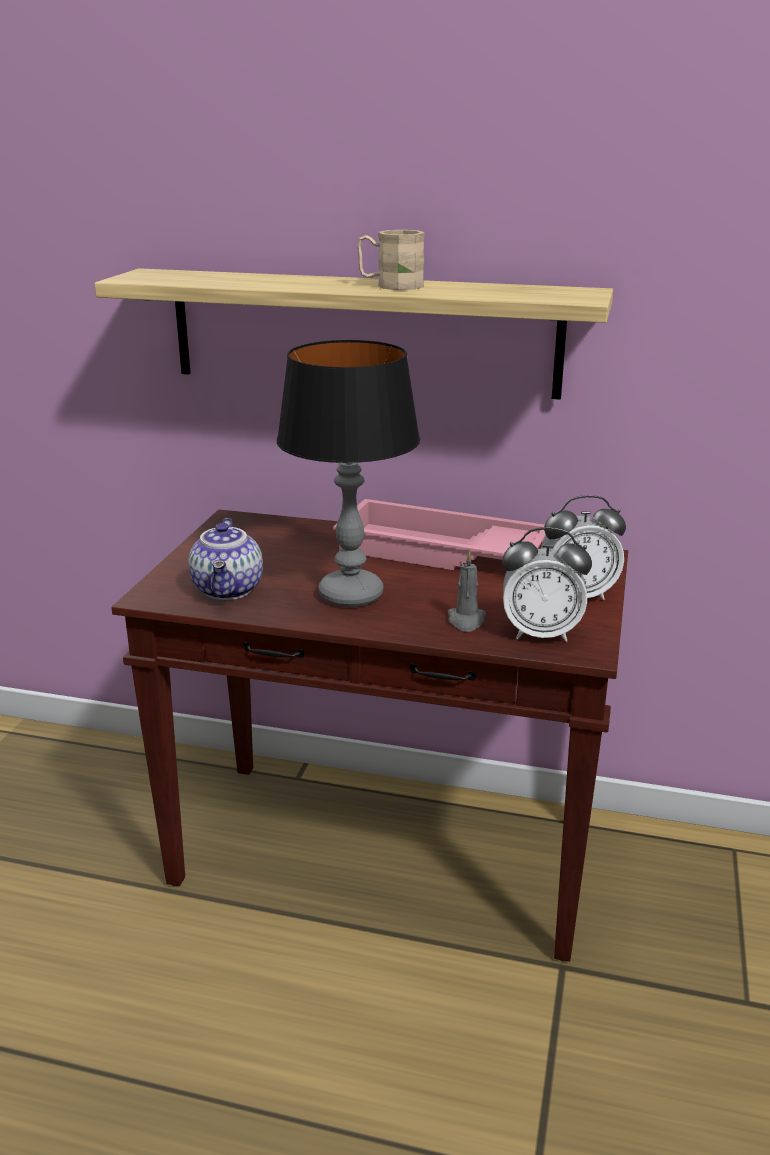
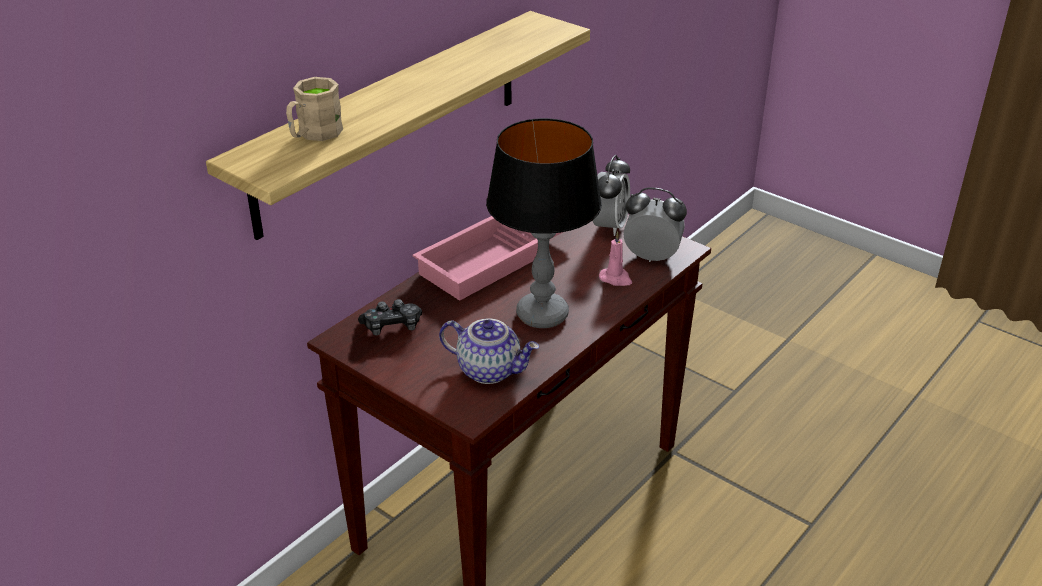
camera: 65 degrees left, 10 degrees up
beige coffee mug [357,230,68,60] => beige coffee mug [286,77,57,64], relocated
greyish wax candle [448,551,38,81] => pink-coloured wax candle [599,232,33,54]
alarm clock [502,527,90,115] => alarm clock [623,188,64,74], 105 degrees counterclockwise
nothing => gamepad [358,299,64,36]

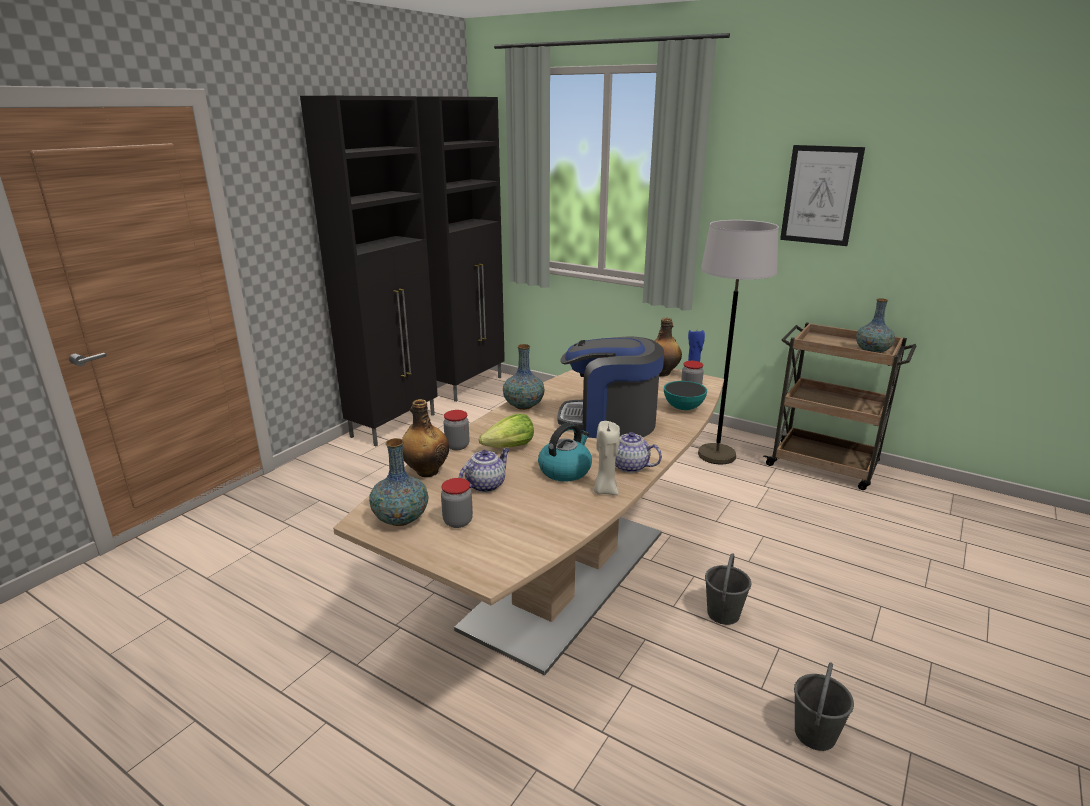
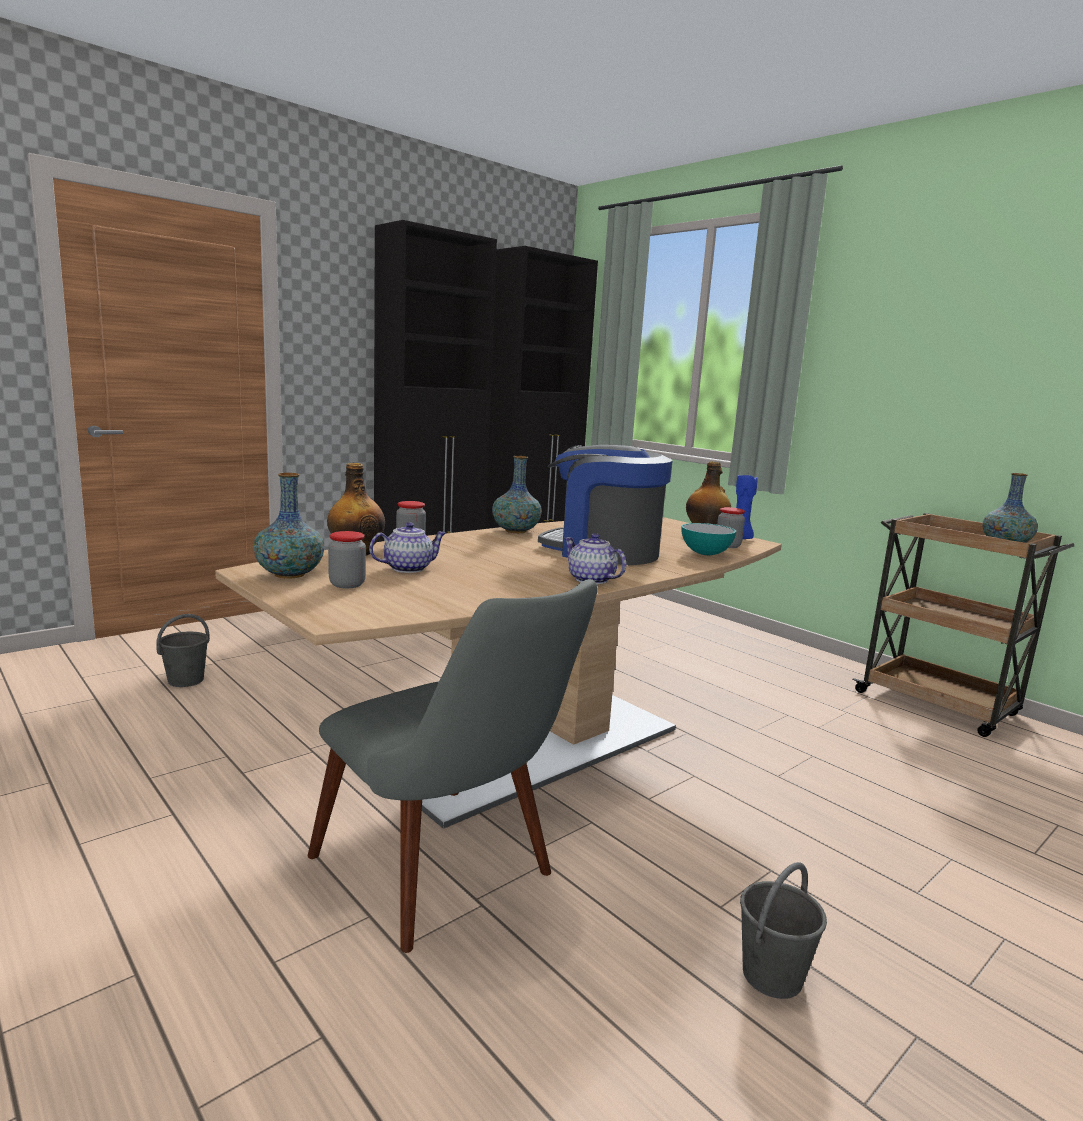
camera: 15 degrees right, 10 degrees down
lettuce head [479,414,55,34] => nothing
kettle [538,423,54,59] => nothing
beige wax candle [594,421,26,74] => nothing
greyish floor lamp [698,220,81,244] => nothing
greyish water bucket [705,553,46,72] => greyish water bucket [156,614,54,73], relocated
picture [780,145,85,101] => nothing
nothing => greyish upright chair [308,579,289,374]

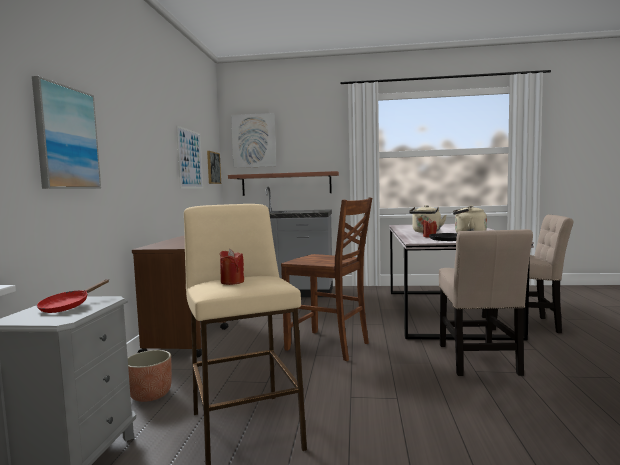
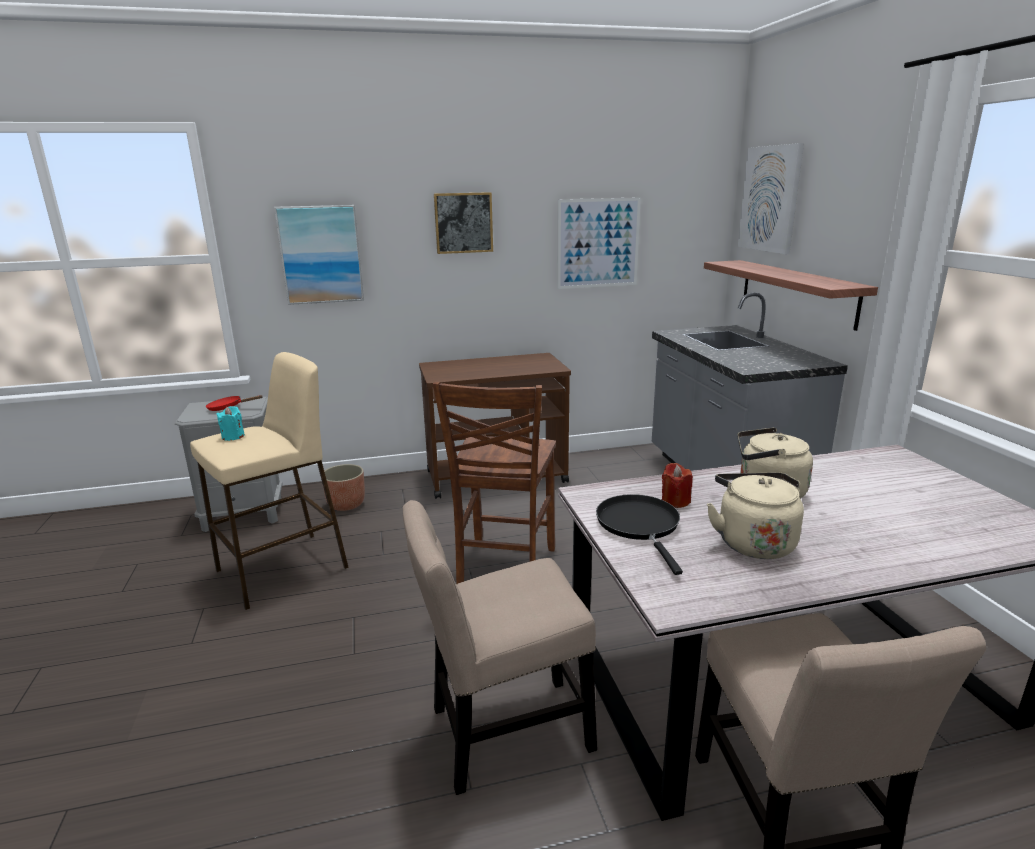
camera: 70 degrees right, 15 degrees up
picture [207,151,14,33] => picture [434,192,59,62], relocated
red-coloured wax candle [220,249,24,36] => turquoise-coloured wax candle [217,406,28,35]

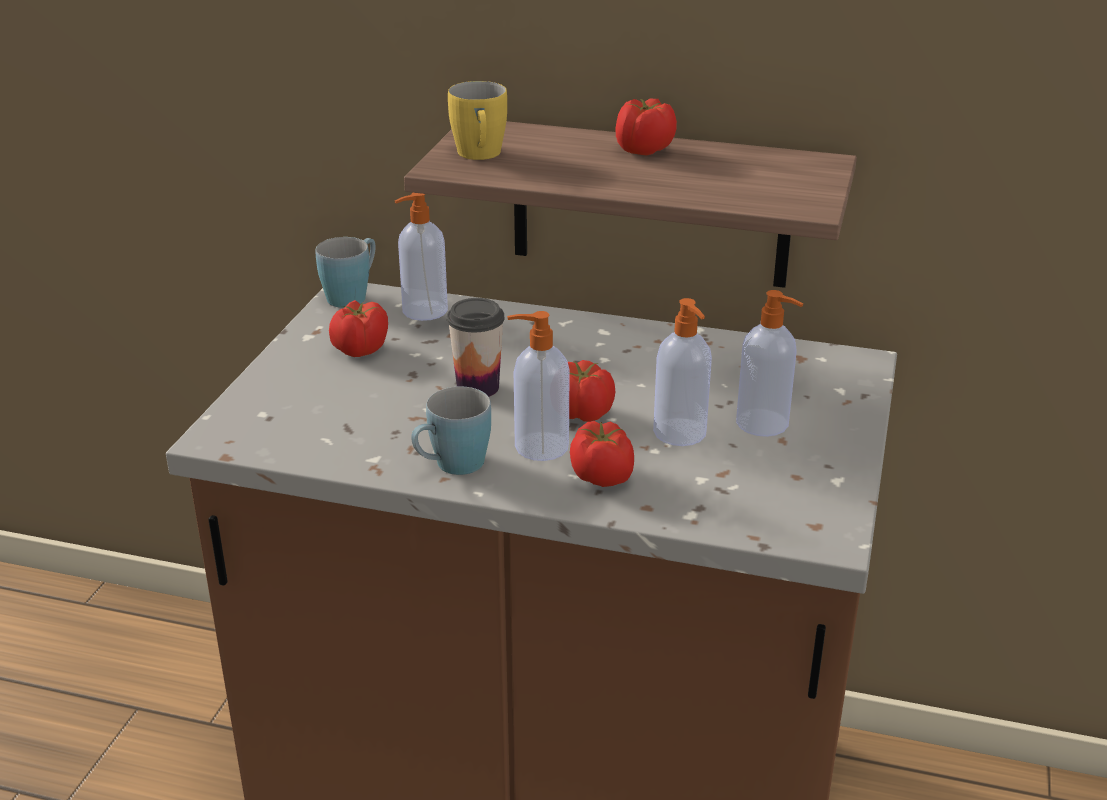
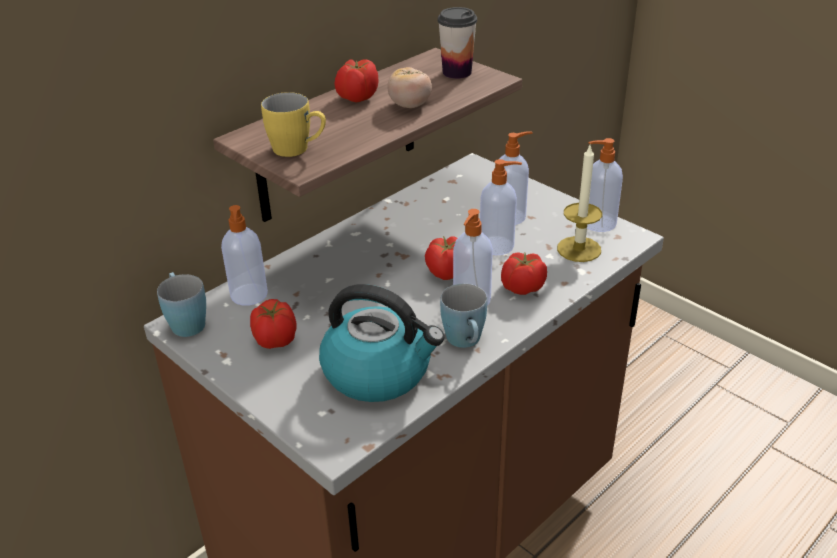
camera: 60 degrees left, 5 degrees up
cup [447,298,58,99] => cup [438,7,39,72], relocated
nothing => kettle [319,284,125,118]
nothing => whole tomato [387,67,45,41]
nothing => wax candle [557,143,45,119]
nothing => liquid soap bottle [587,138,36,94]

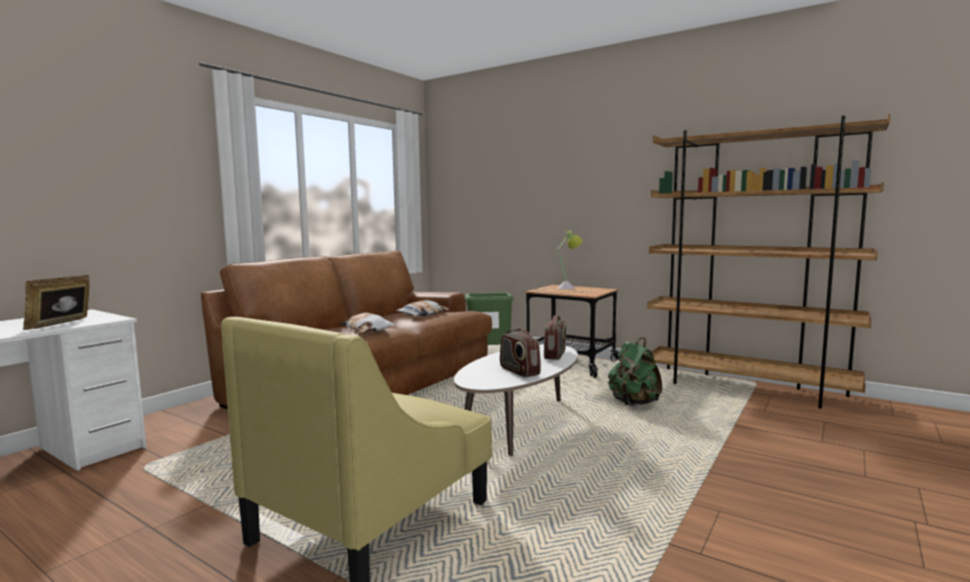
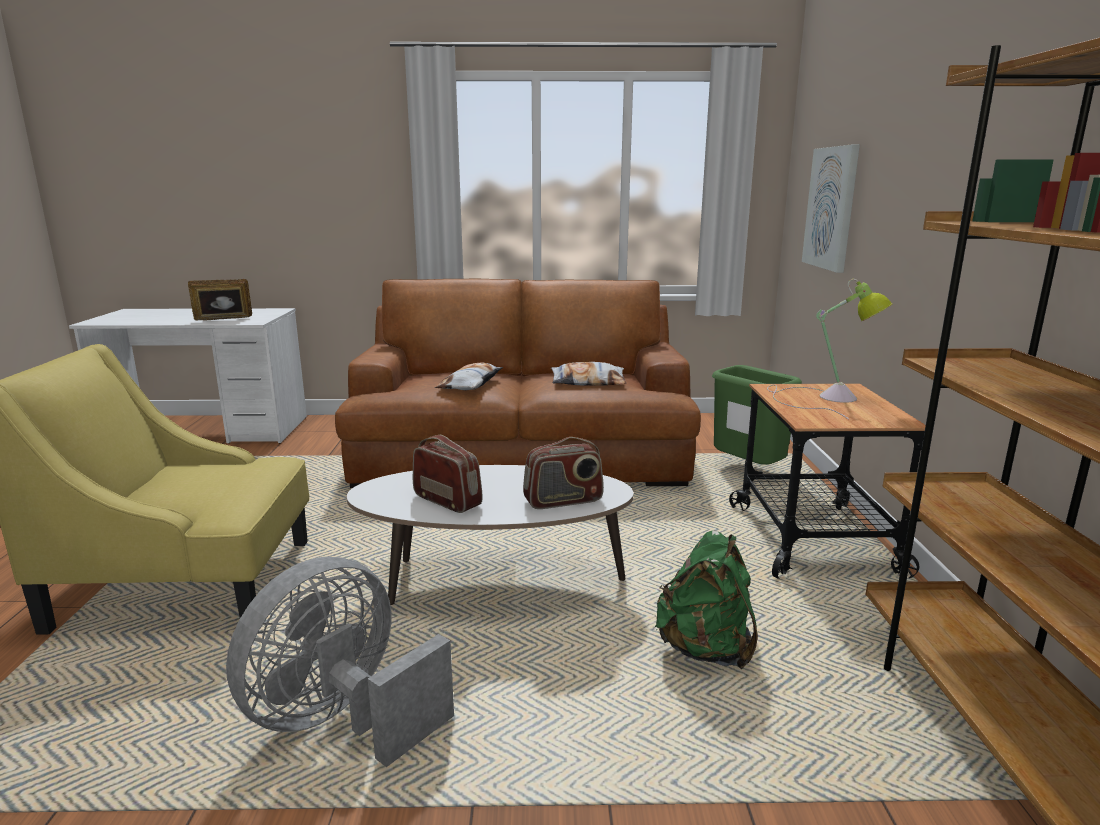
camera: 55 degrees right, 10 degrees up
radio receiver [500,328,41,49] => radio receiver [413,435,70,78], 105 degrees clockwise
nothing => greyish cooling fan [226,557,228,210]
nothing => picture [802,144,58,129]

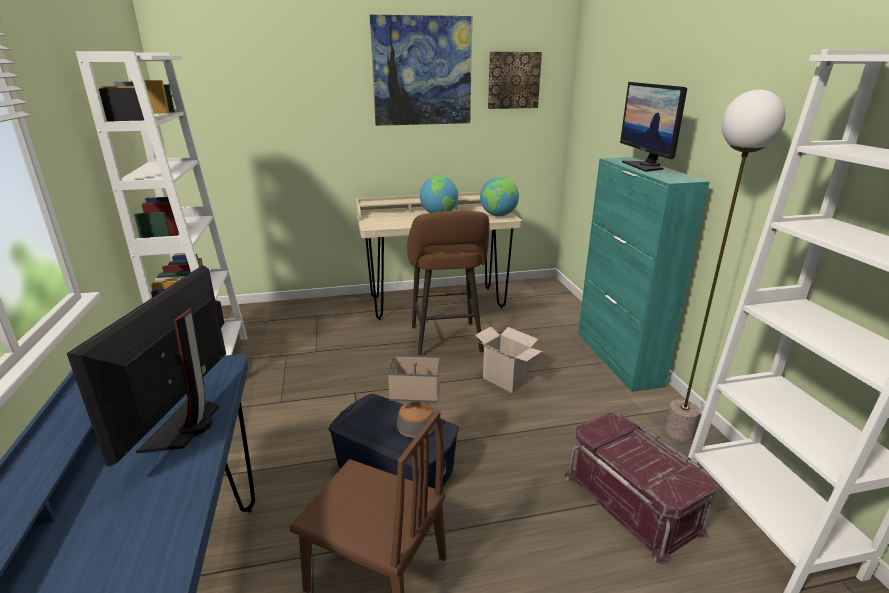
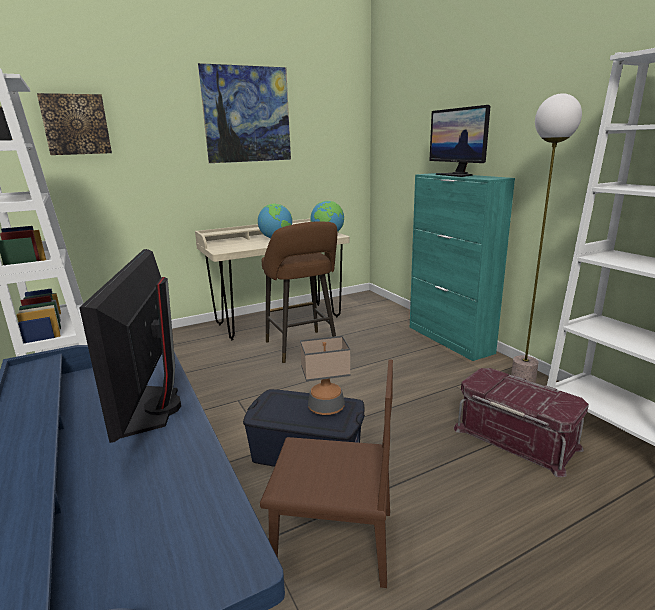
camera: 15 degrees left, 5 degrees down
cardboard box [475,327,67,66] => nothing
picture [488,52,54,57] => picture [37,93,75,62], relocated

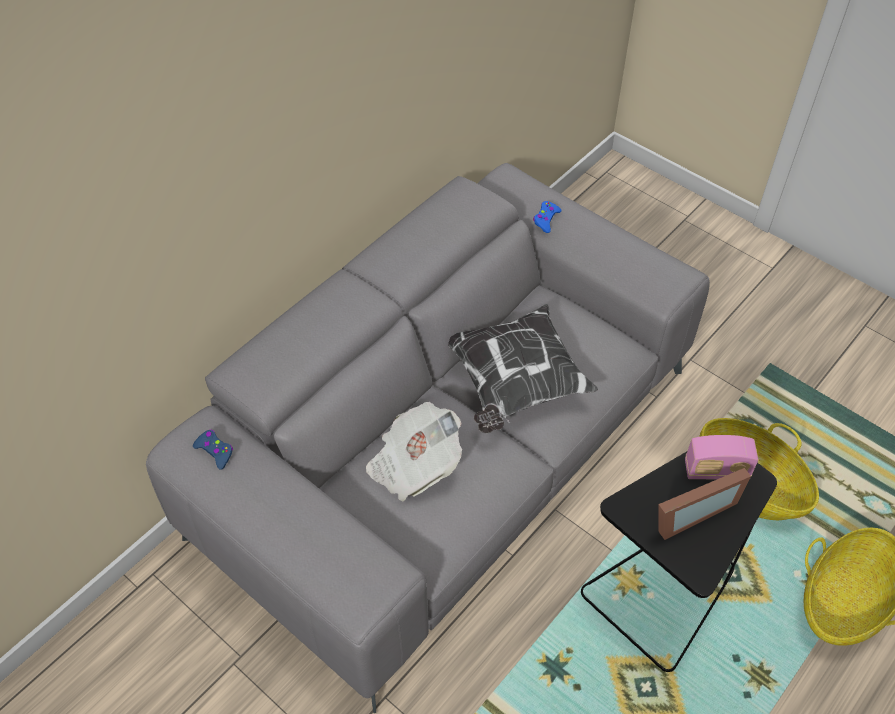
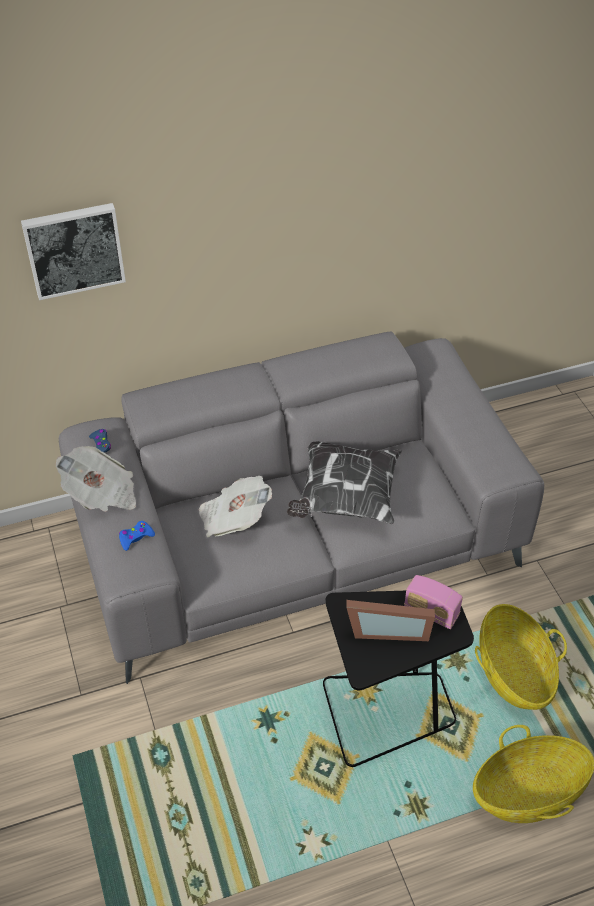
camera: 30 degrees right, 5 degrees down
blue gamepad [533,201,29,32] => blue gamepad [119,521,36,30], relocated
nothing => picture [21,203,105,97]
nothing => printed paper [55,446,81,66]

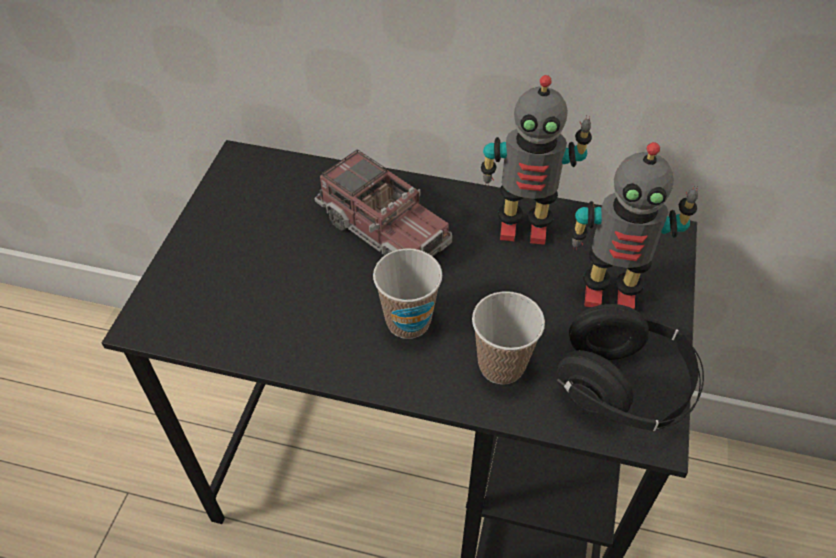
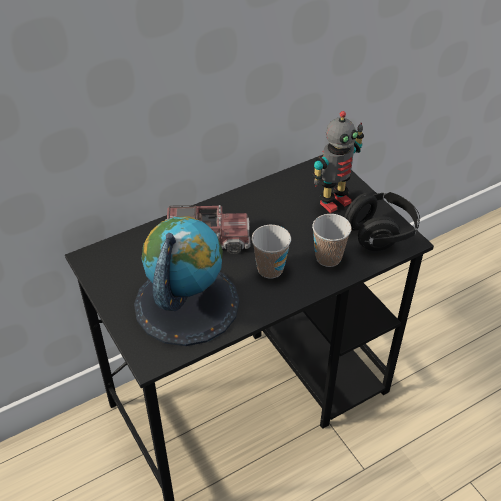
camera: 45 degrees left, 5 degrees down
robot figure [481,75,111,170] => nothing
nothing => world globe [134,217,105,129]

